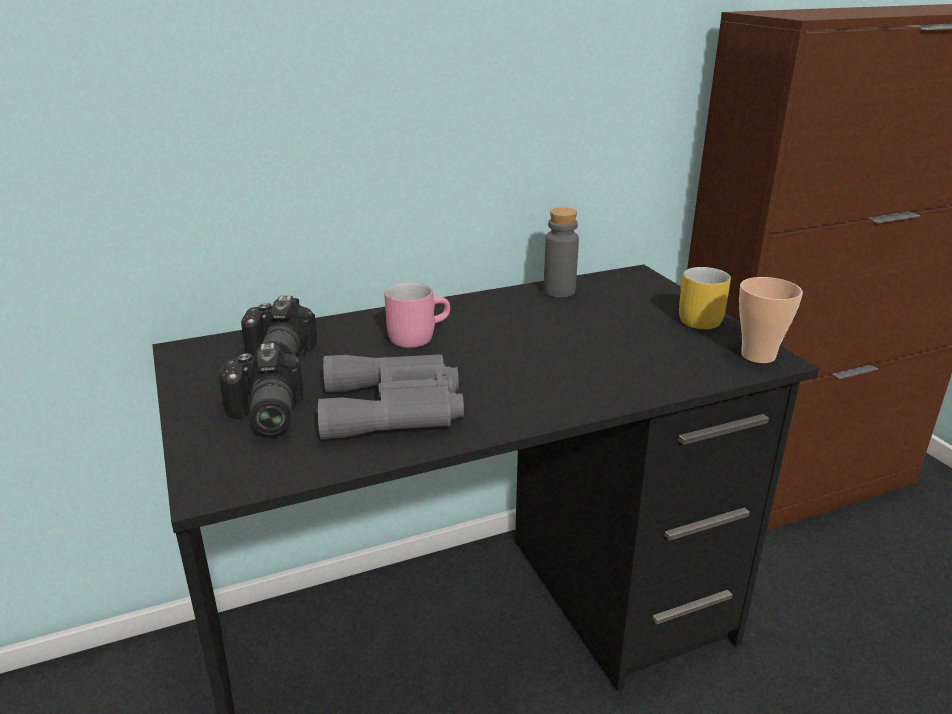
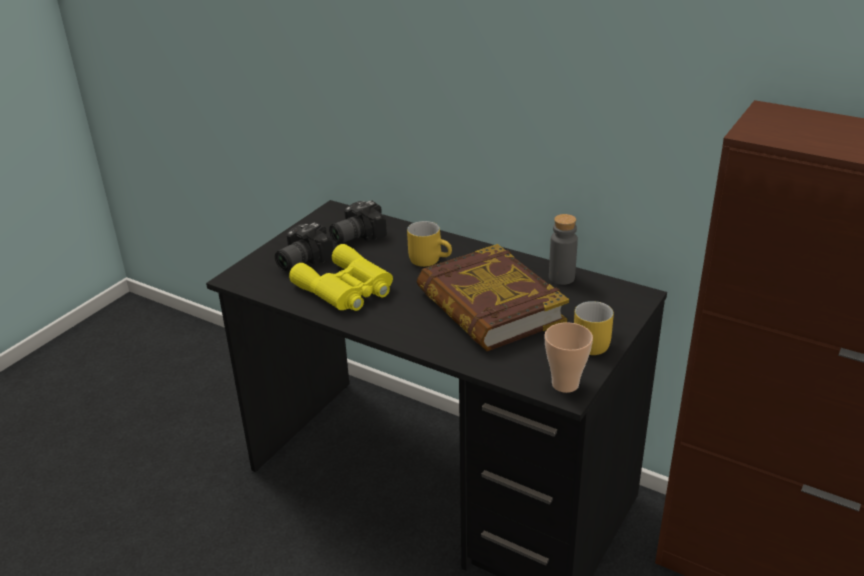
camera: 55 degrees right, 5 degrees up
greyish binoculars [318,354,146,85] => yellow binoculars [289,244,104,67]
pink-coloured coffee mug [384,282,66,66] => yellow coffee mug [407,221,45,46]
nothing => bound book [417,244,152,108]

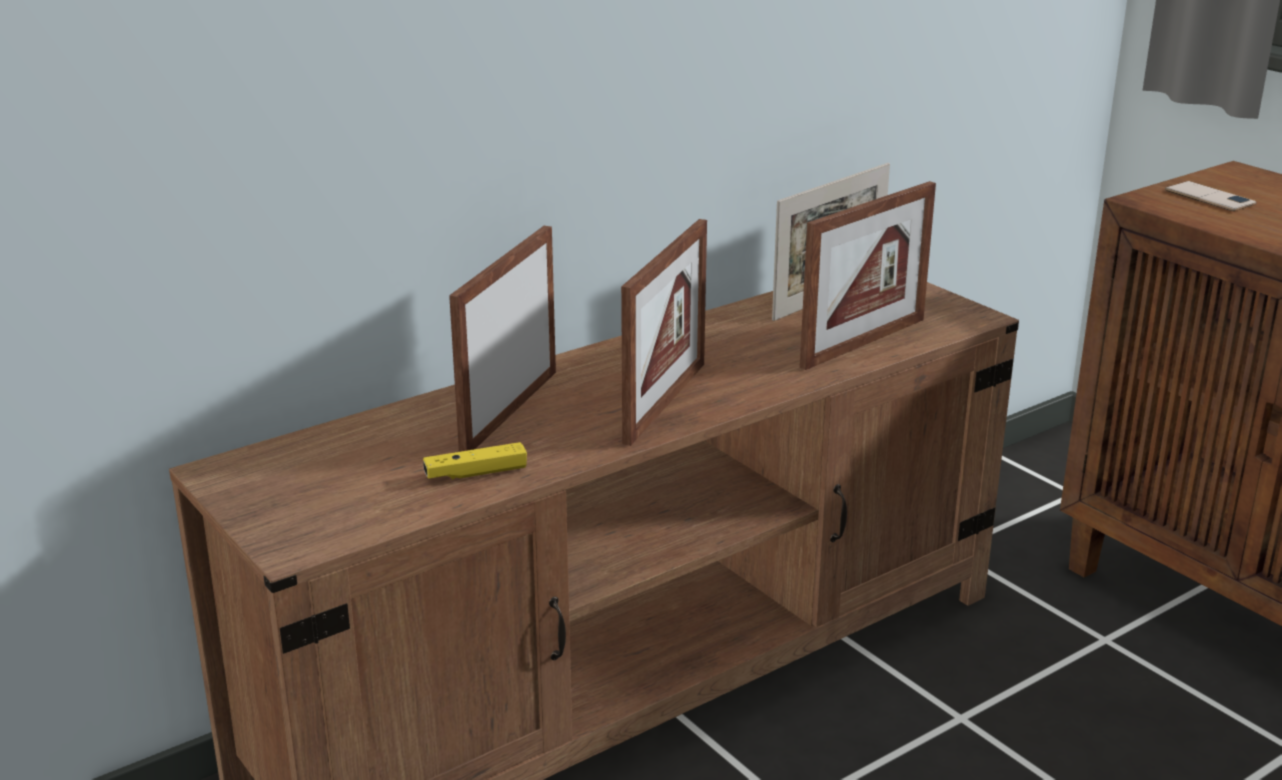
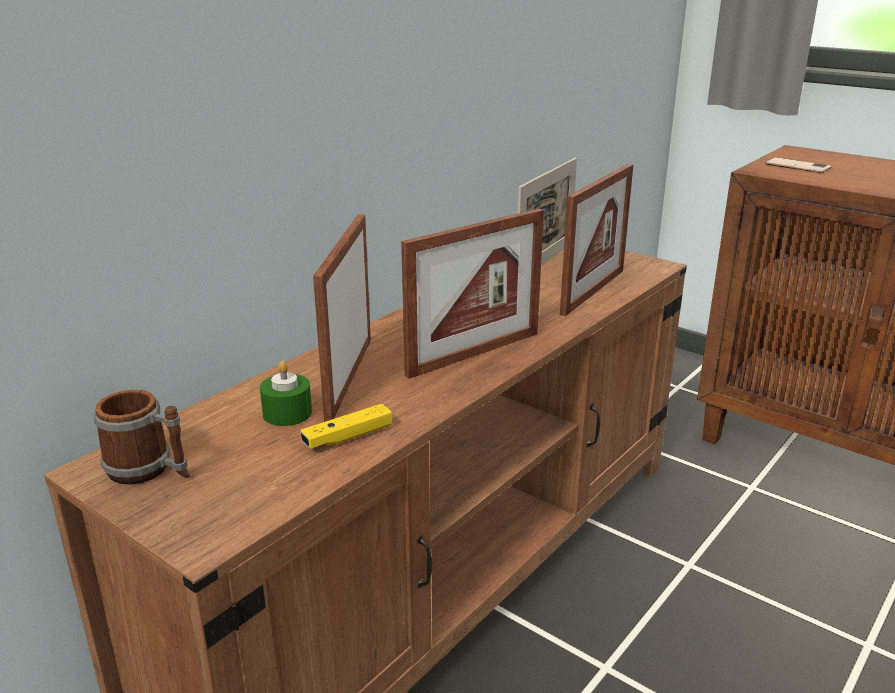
camera: 15 degrees left, 0 degrees up
standing frame [621,219,86,227] => standing frame [401,209,143,170], 45 degrees clockwise
nothing => coffee mug [94,390,96,95]
nothing => greenish wax candle [260,361,52,65]

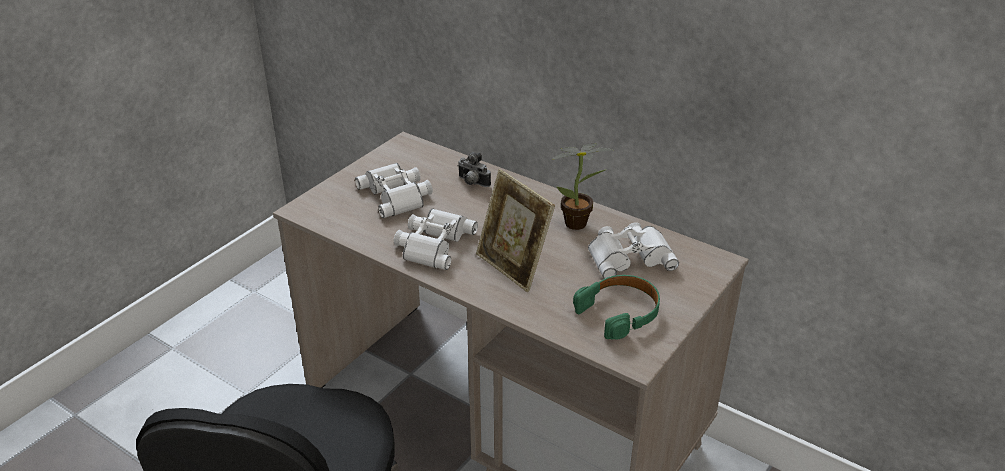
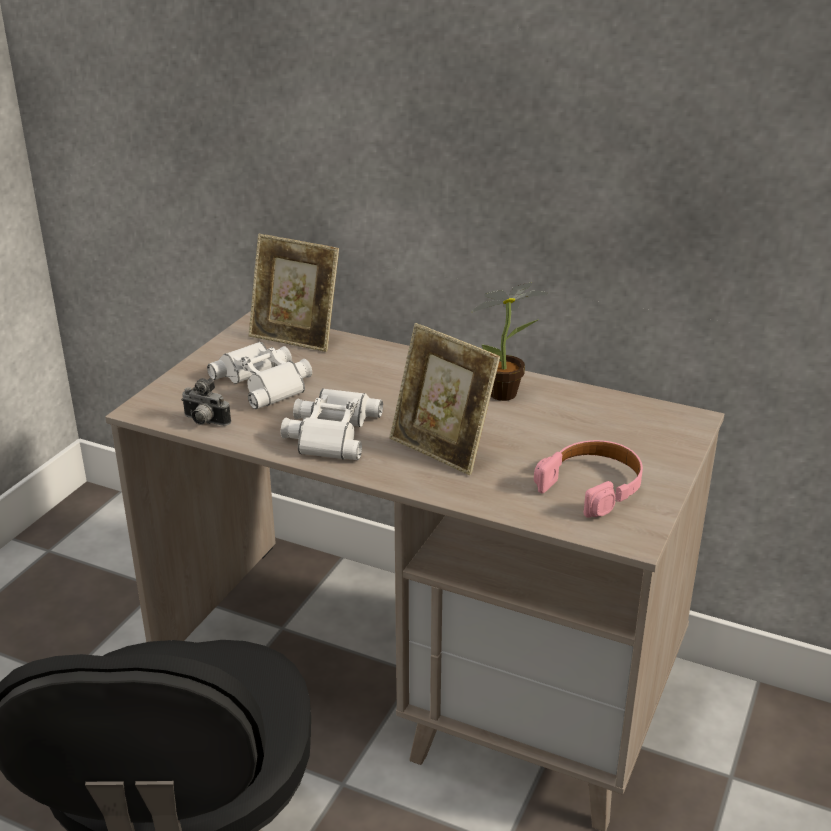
camera: 10 degrees left, 5 degrees down
photo camera [457,152,34,35] => photo camera [181,378,50,48], relocated
greenish headset [573,275,87,65] => pink-coloured headset [534,440,109,78]
white binoculars [588,222,91,57] => nothing
nothing => standing frame [249,234,90,118]

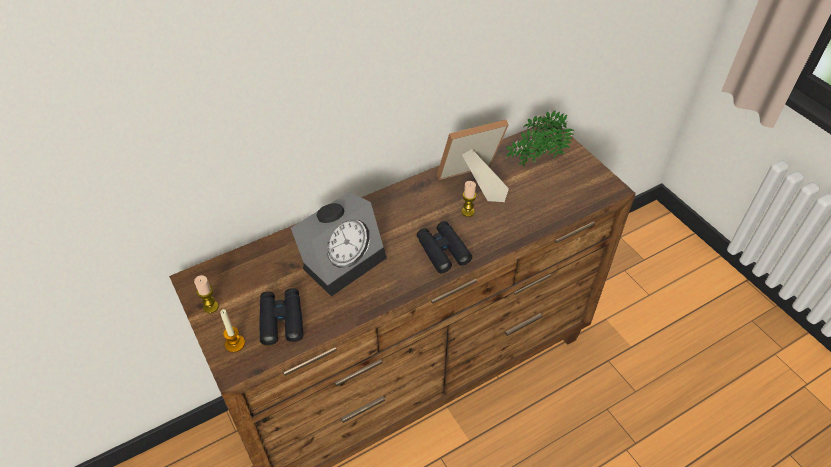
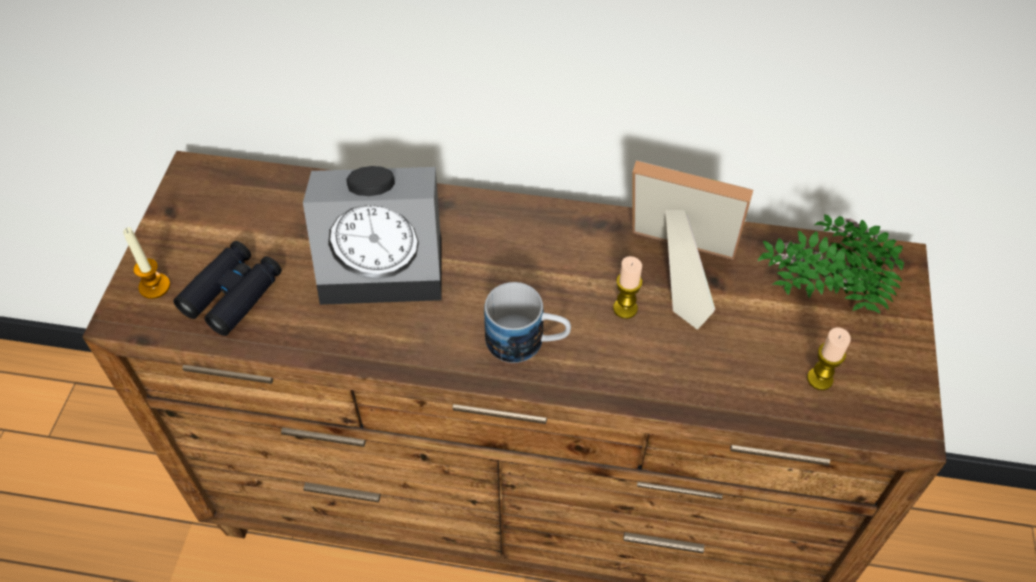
camera: 40 degrees right, 5 degrees up
wax candle [194,275,25,38] => wax candle [807,327,44,63], relocated
black-coloured binoculars [417,221,55,52] => coffee mug [484,282,87,81]

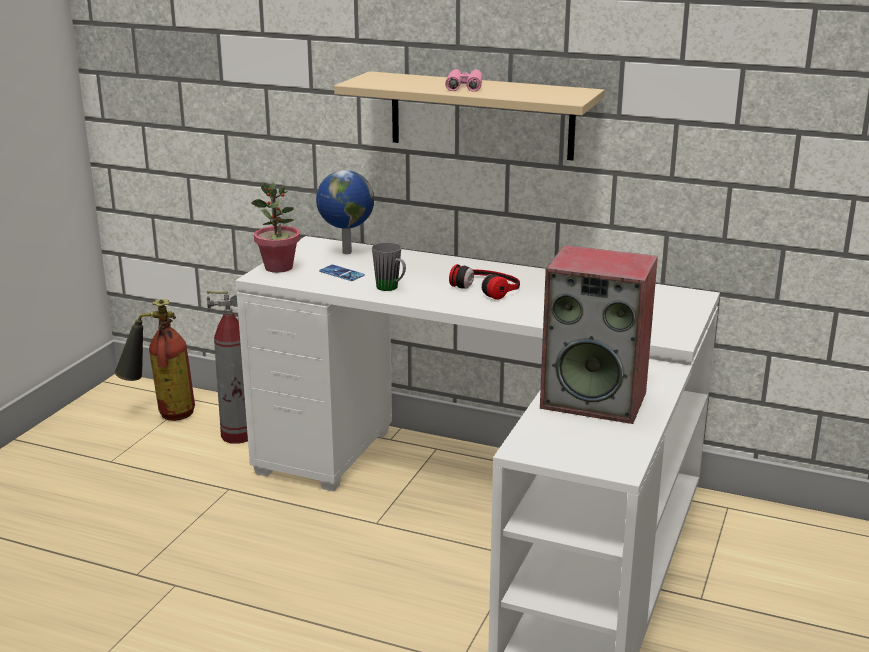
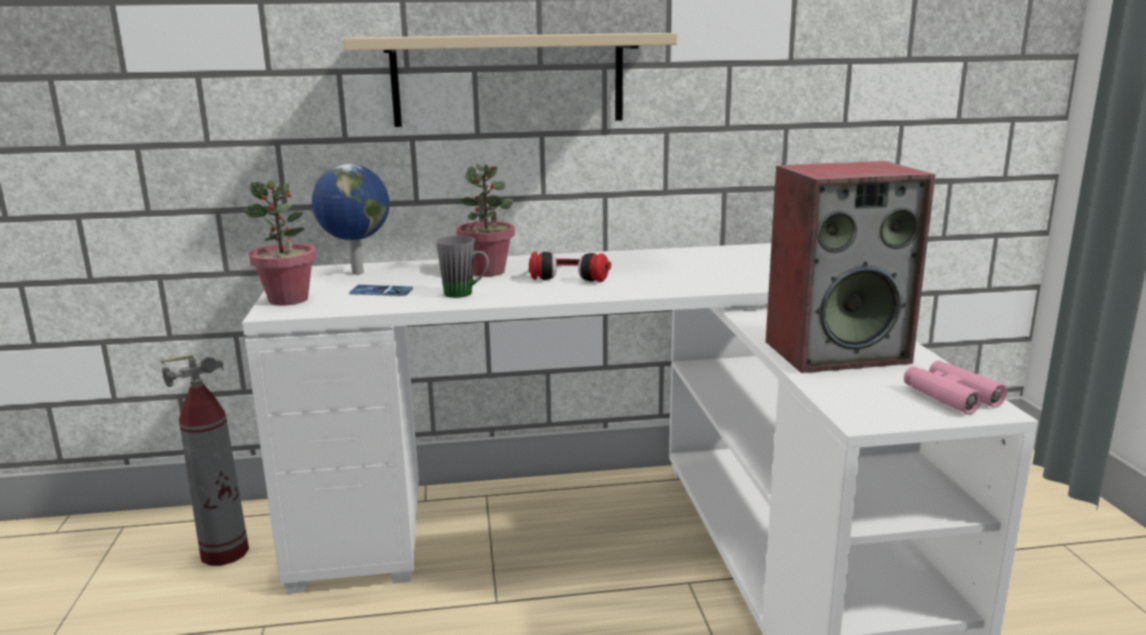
camera: 30 degrees left, 5 degrees down
fire-fighting cylinder [115,299,80,122] => nothing
pink-coloured binoculars [445,69,37,23] => pink-coloured binoculars [904,361,103,53], relocated
nothing => houseplant [457,163,58,114]

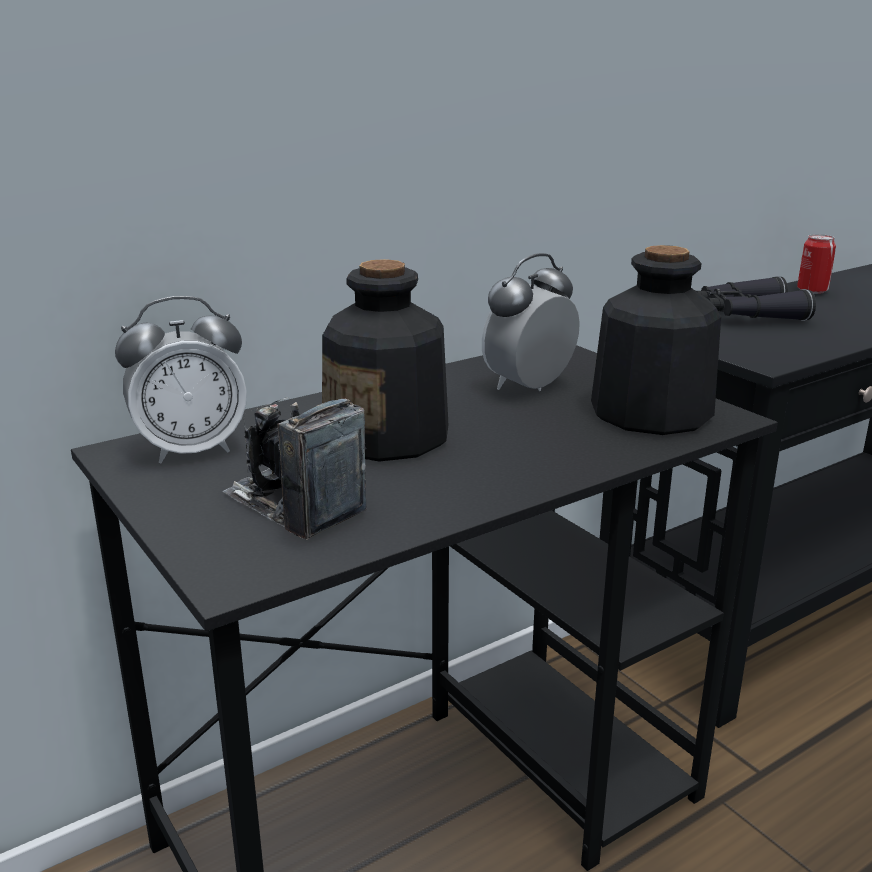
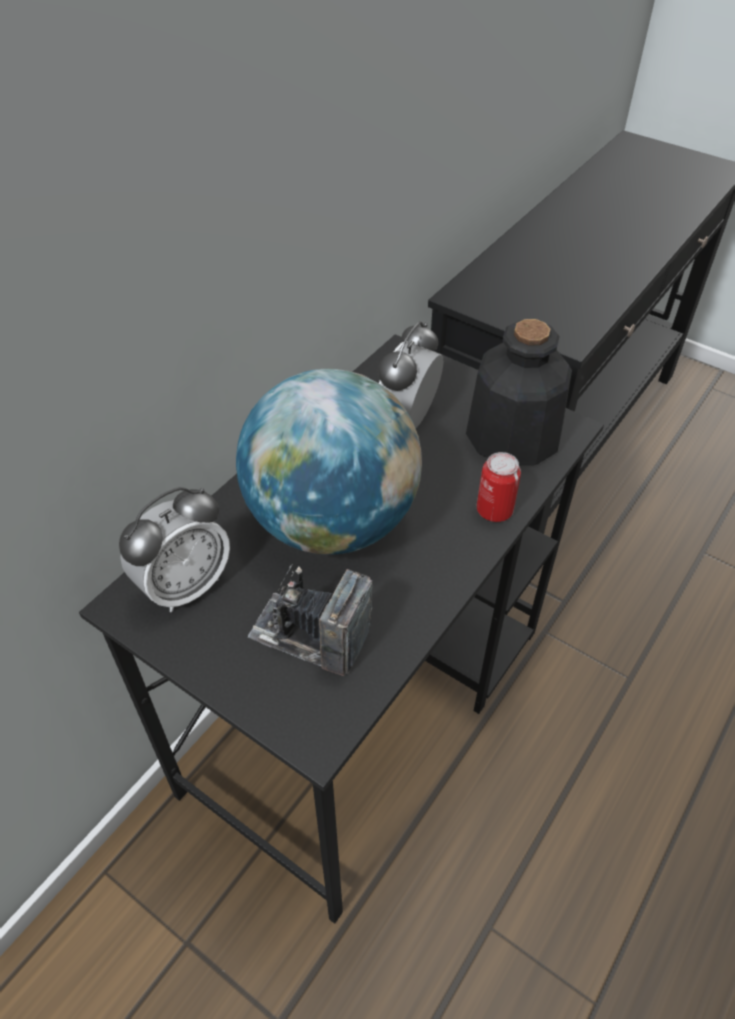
camera: 20 degrees left, 25 degrees up
drink bottle [322,259,126,203] => world globe [236,369,186,186]
black-coloured binoculars [697,276,119,45] => nothing
can [797,234,39,60] => can [477,452,44,70], relocated

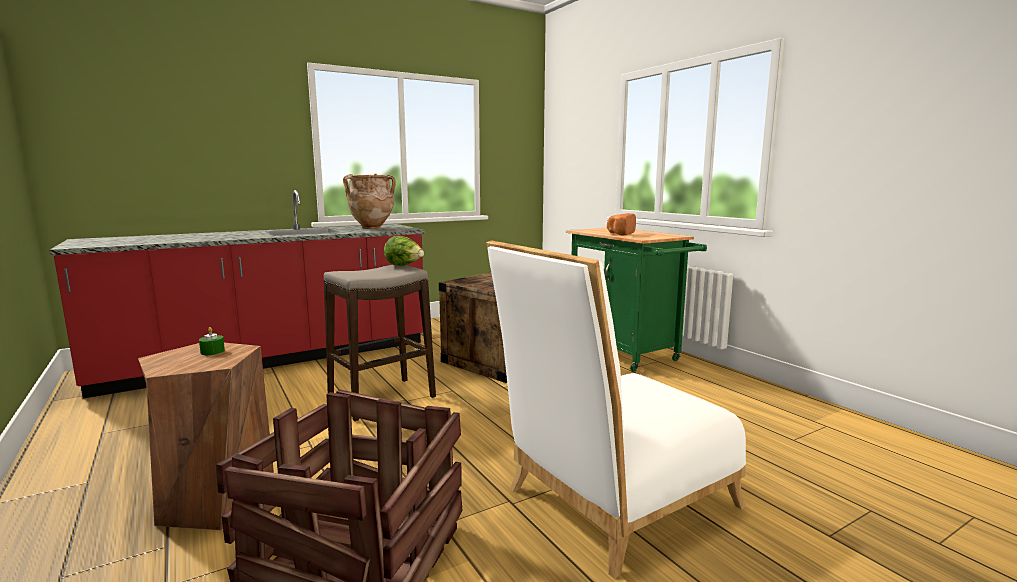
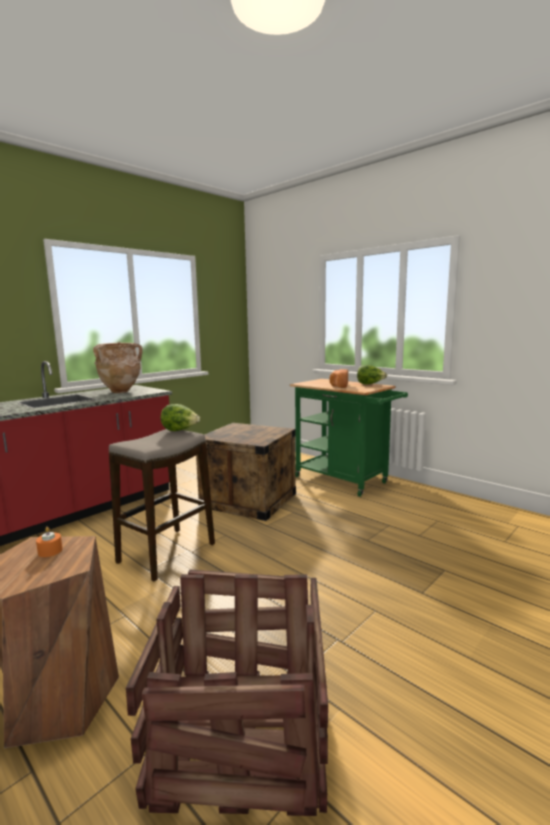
camera: 15 degrees left, 0 degrees up
greenish wax candle [199,327,26,28] => orange-coloured wax candle [36,527,27,30]
white upright chair [486,240,260,338] => nothing
nothing => lettuce head [357,365,30,20]

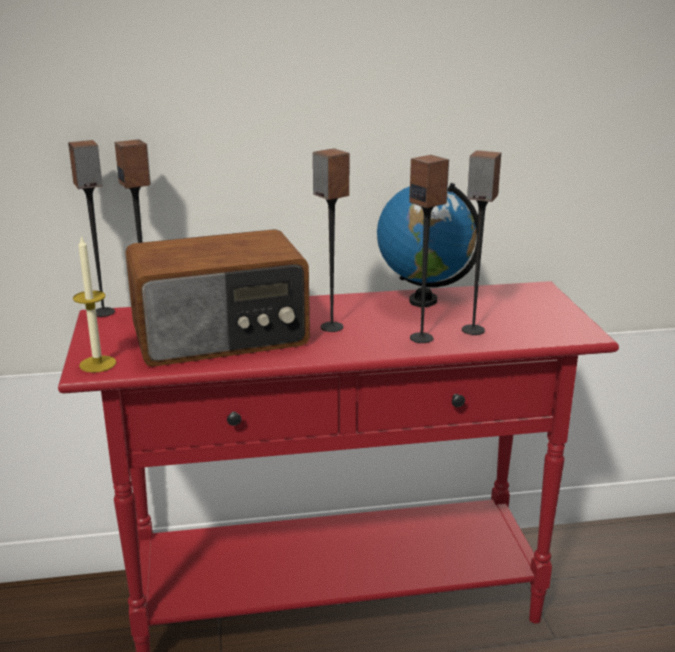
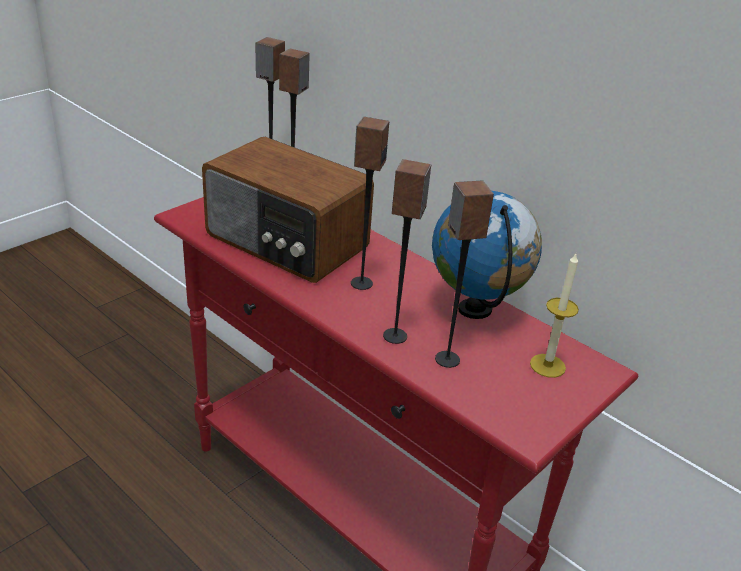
camera: 50 degrees right, 10 degrees up
wax candle [73,235,43,138] => wax candle [530,254,49,124], relocated

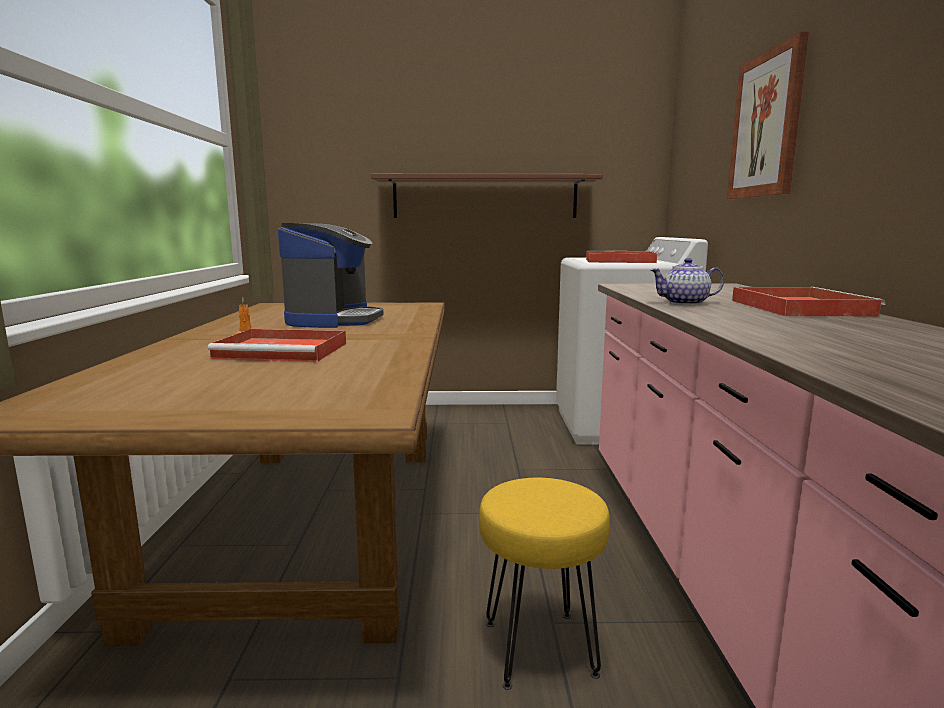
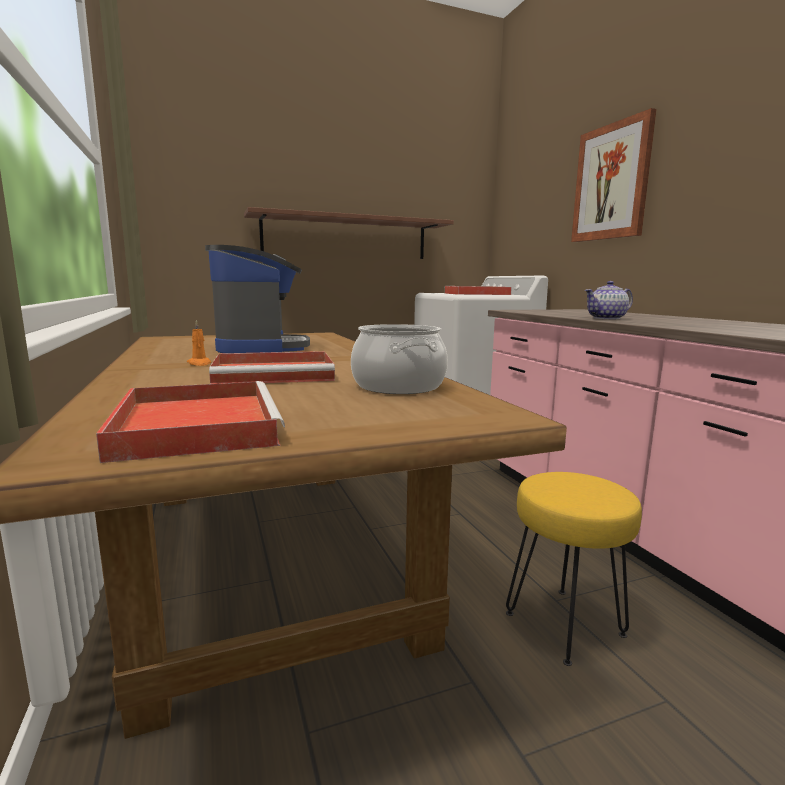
camera: 20 degrees left, 0 degrees up
red-coloured serving tray [732,287,154,29] => red-coloured serving tray [96,381,189,82], relocated
nothing => stockpot [351,324,97,70]

